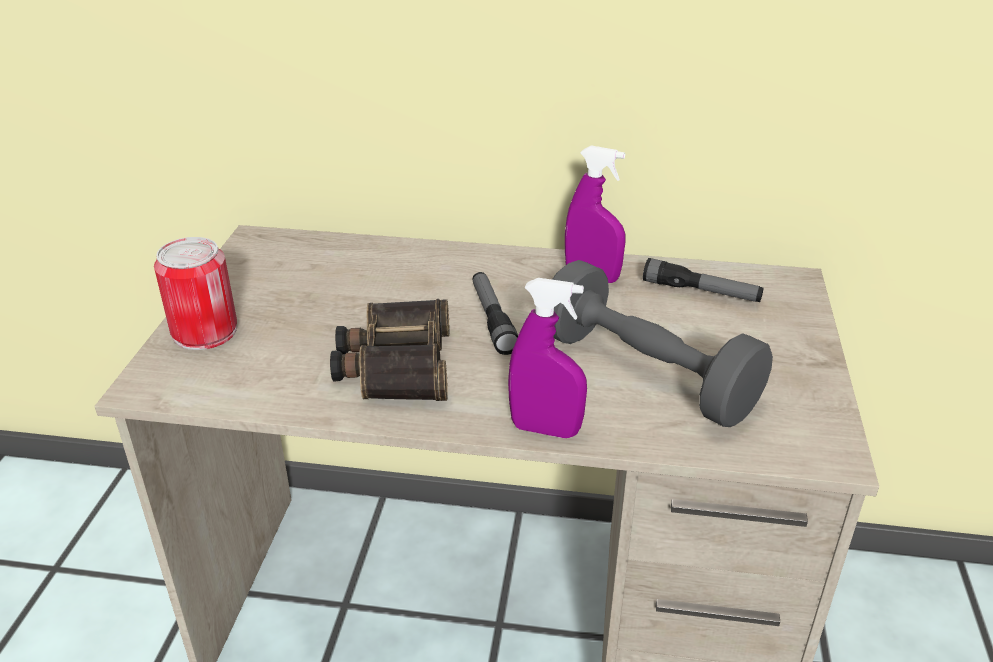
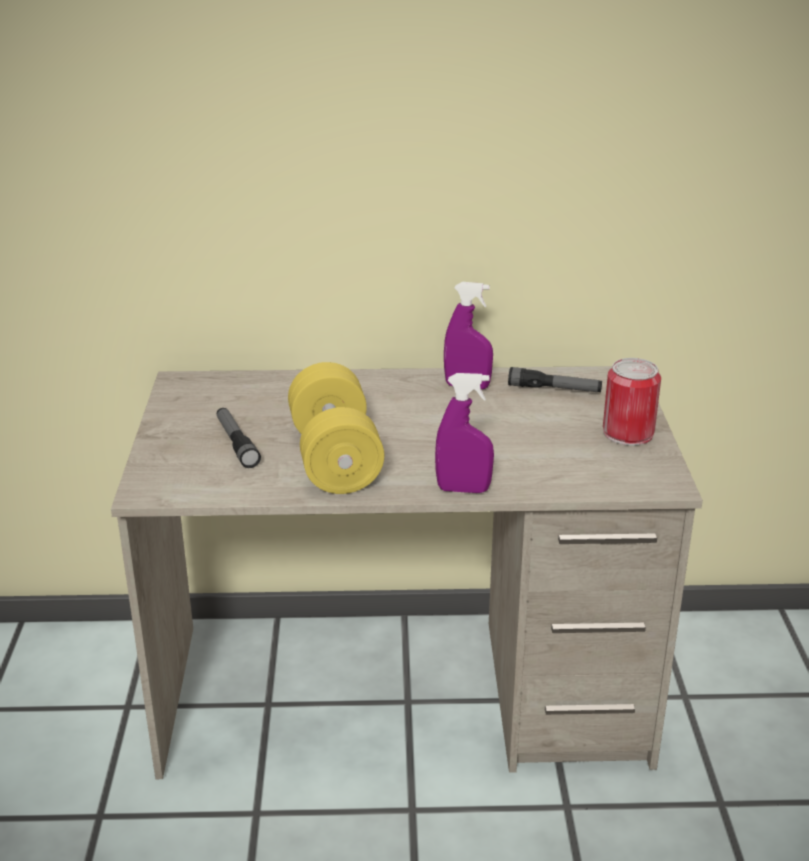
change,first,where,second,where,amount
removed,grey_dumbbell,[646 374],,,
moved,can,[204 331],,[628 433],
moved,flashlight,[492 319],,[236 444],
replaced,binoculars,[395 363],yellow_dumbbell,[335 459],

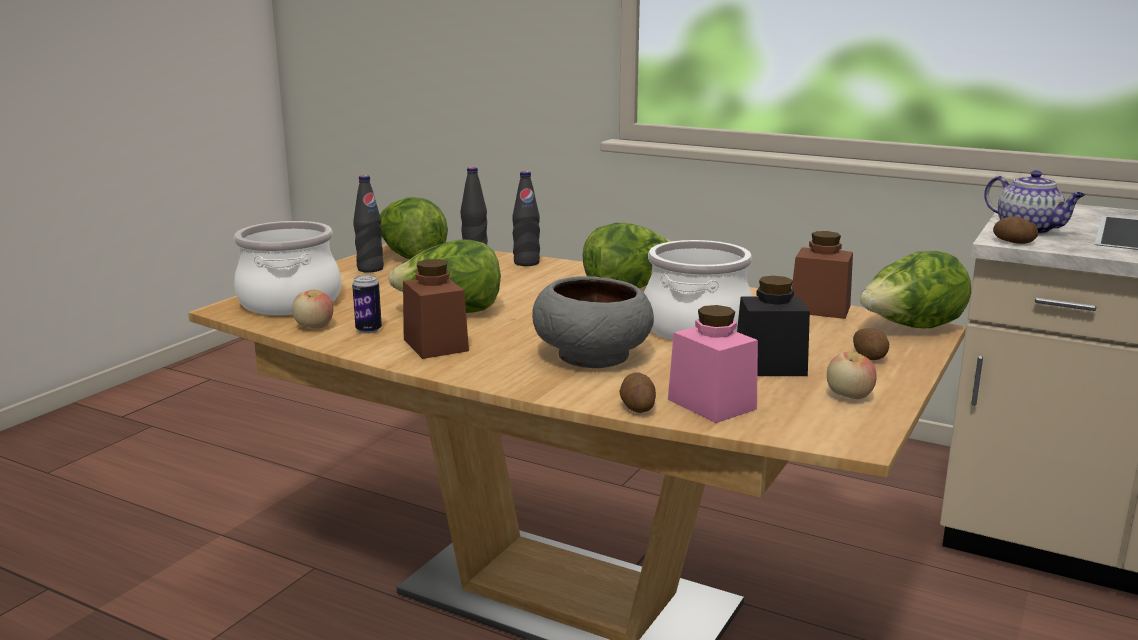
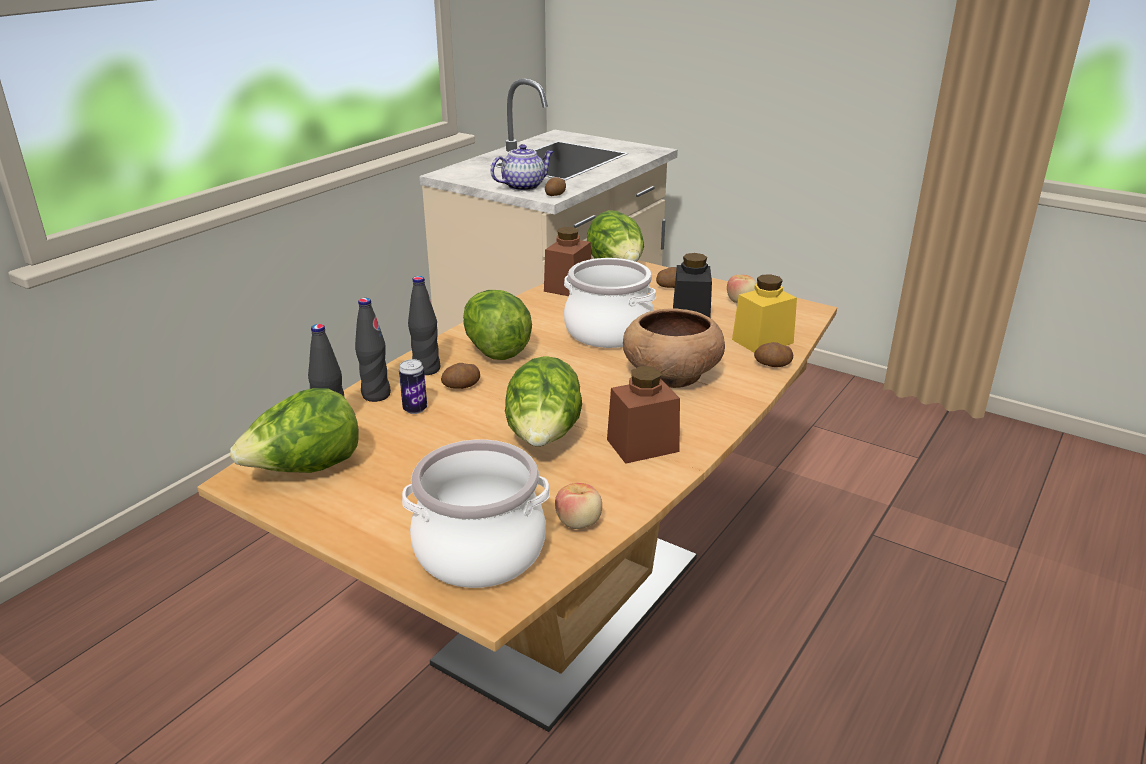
change,first,where,second,where,amount
added,,,potato,[462 386],
moved,can,[368 330],,[415 409],
moved,black_bottle,[370 269],,[426 369],
recoloured,grey_bowl,[593 356],brown_bowl,[670 374],
recoloured,pink_jar,[711 404],yellow_jar,[762 341],

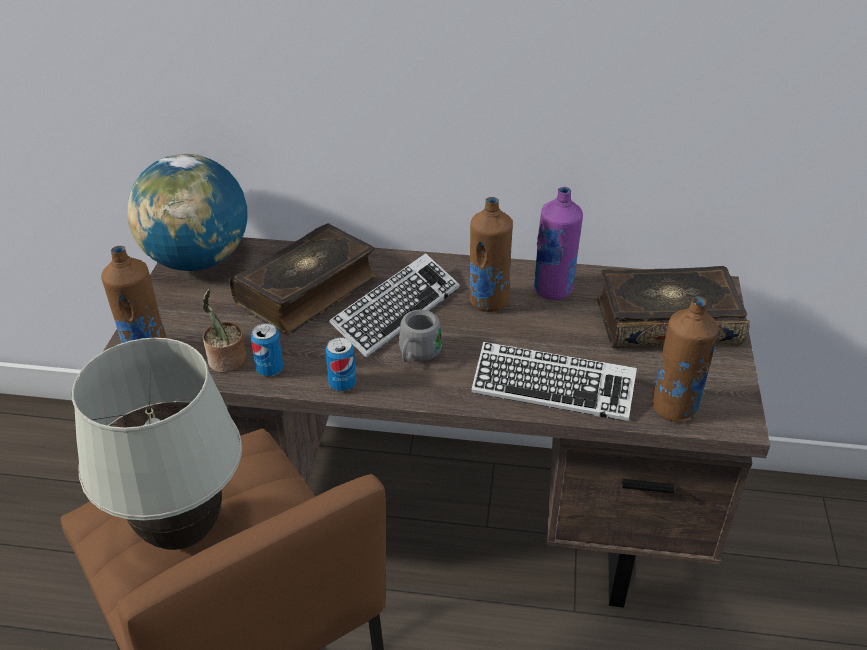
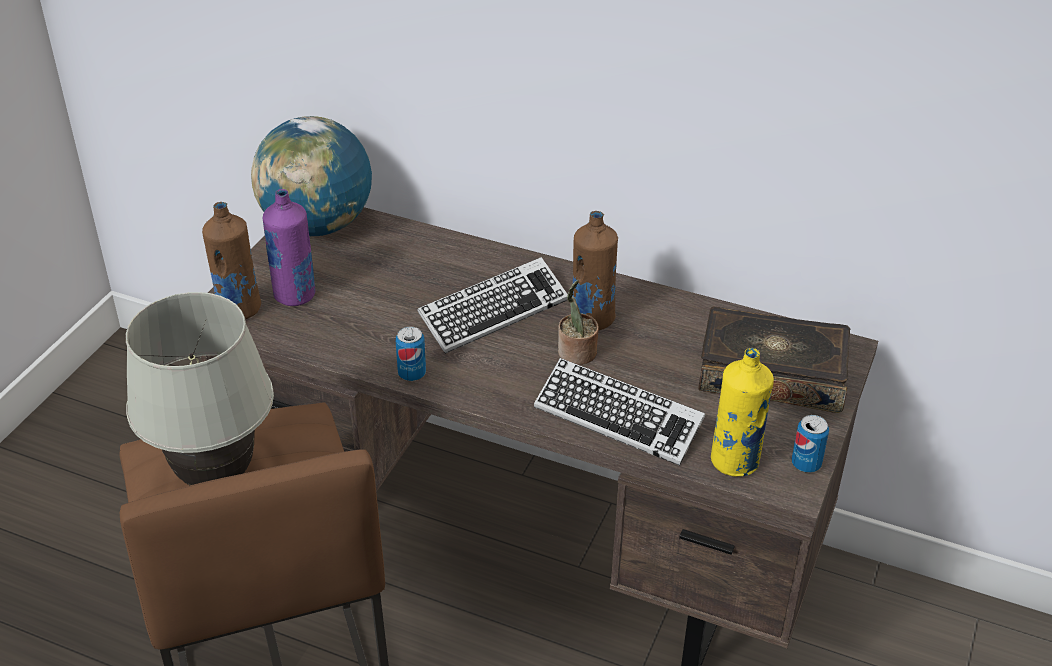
change,first,where,second,where,amount
removed,book,[308 291],,,
removed,grey_mug,[417 355],,,
moved,potted_plant,[226 362],,[576 354],
moved,can,[270 369],,[806 464],
moved,purple_bottle,[553 290],,[295 295],
recoloured,brown_bottle,[674 407],yellow_bottle,[735 461],

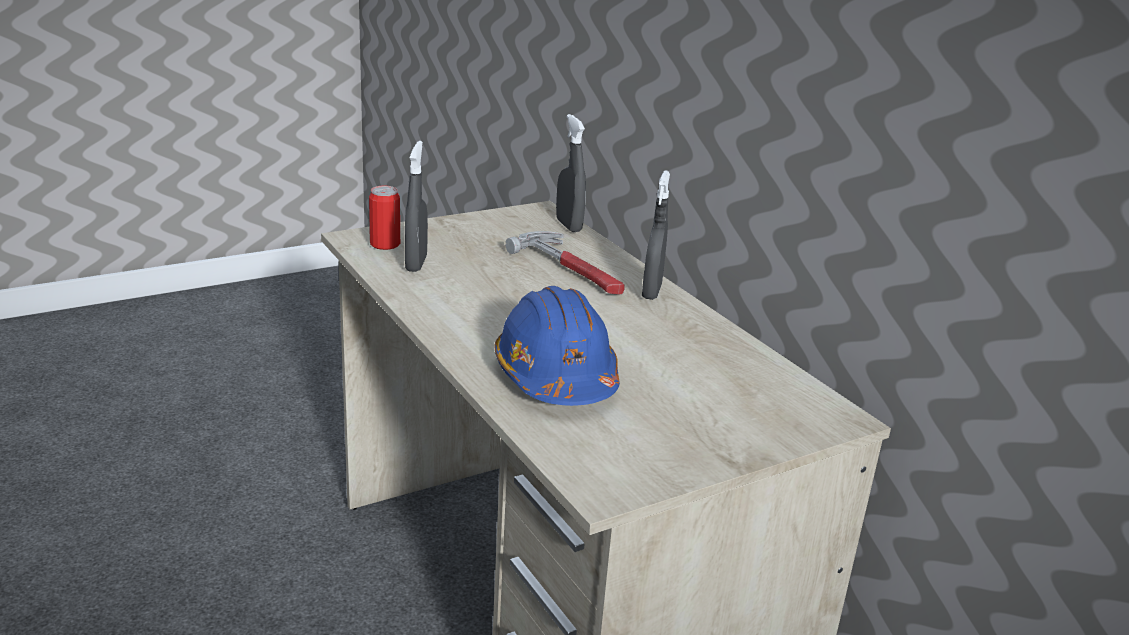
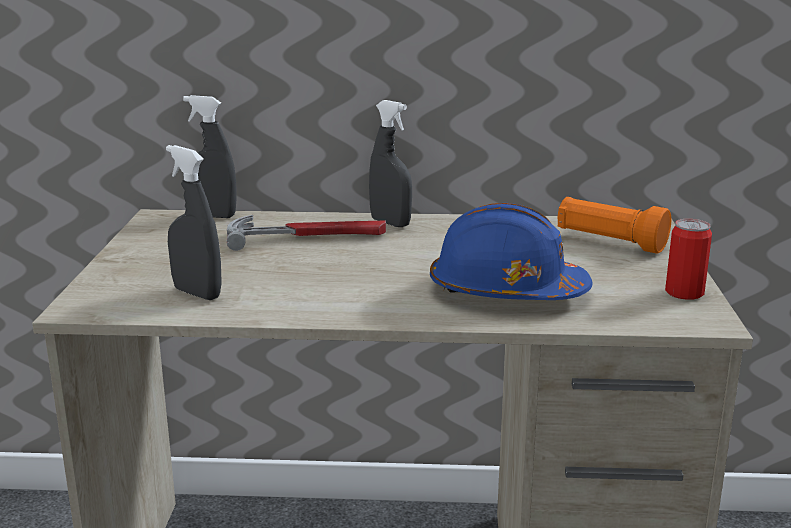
change,first,where,second,where,amount
added,,,orange_flashlight,[609 242],
moved,can,[385 244],,[684 292],

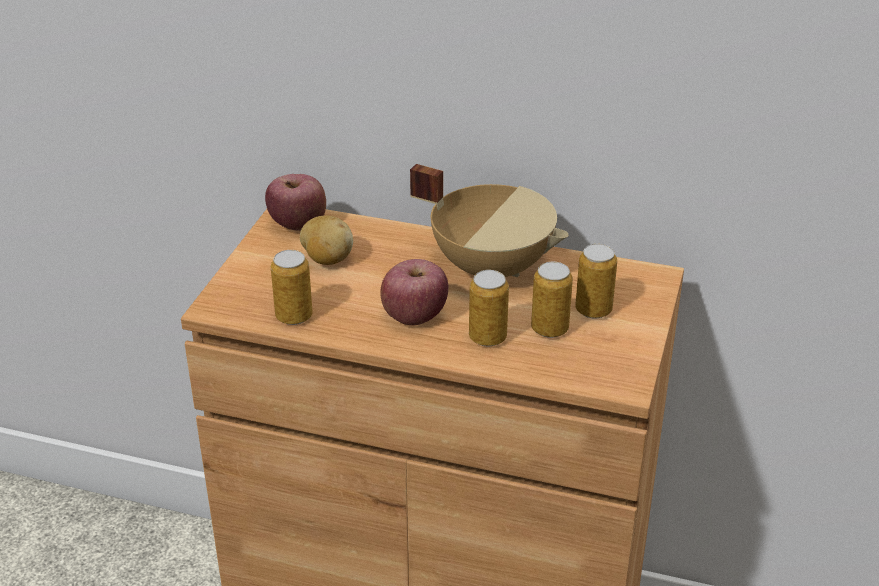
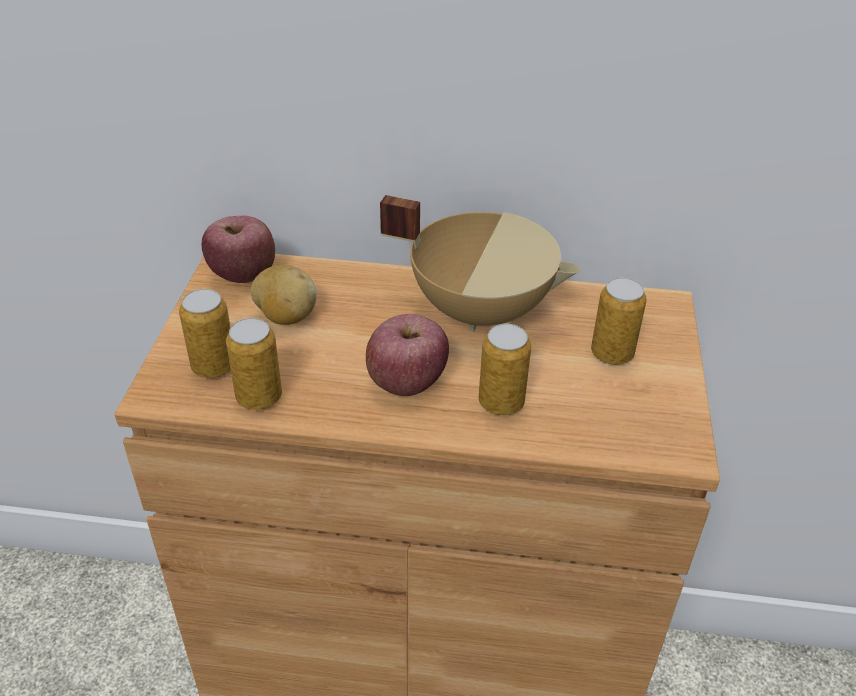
change,first,where,second,where,amount
moved,can,[549 329],,[214 366],

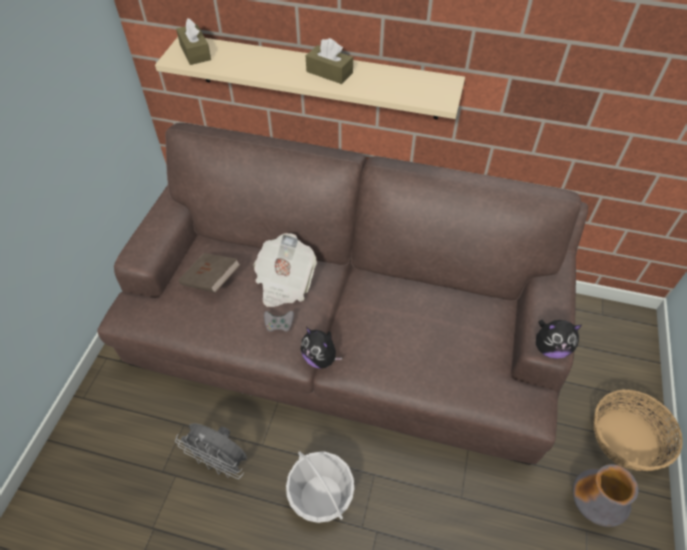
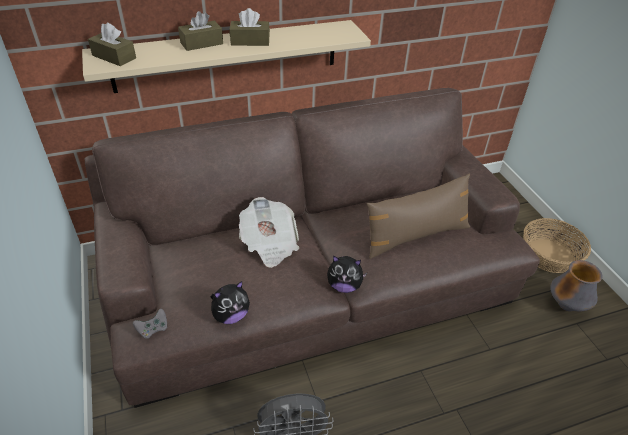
change,first,where,second,where,amount
removed,brown_book,[211 281],,,
removed,basket,[321 496],,,
added,,,brown_tissue_box,[201 43],
added,,,brown_pillow,[415 236],
moved,grey_game_controller,[279 325],,[153 329],
moved,plush_toy,[550 348],,[231 315],

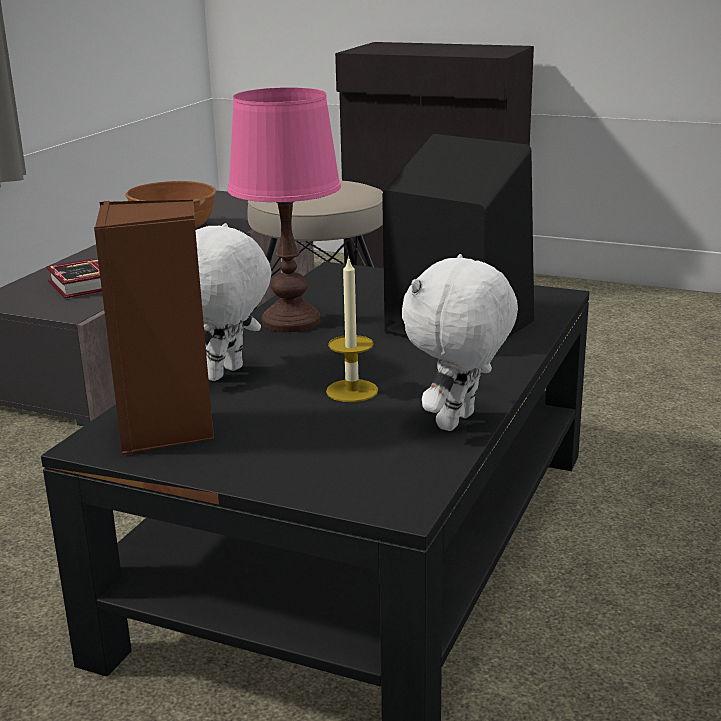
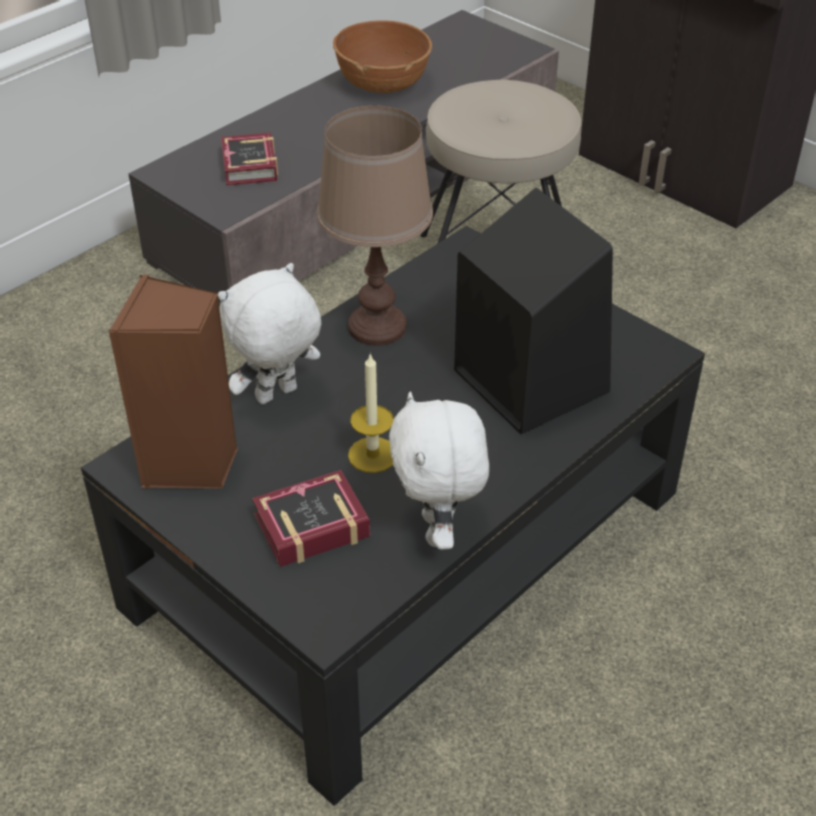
change,first,where,second,where,amount
added,,,book,[306 525],
recoloured,pink_table_lamp,[290 322],brown_table_lamp,[376 327],
turned,white_plush_toy,[458 422],,[438 530],60 degrees counterclockwise

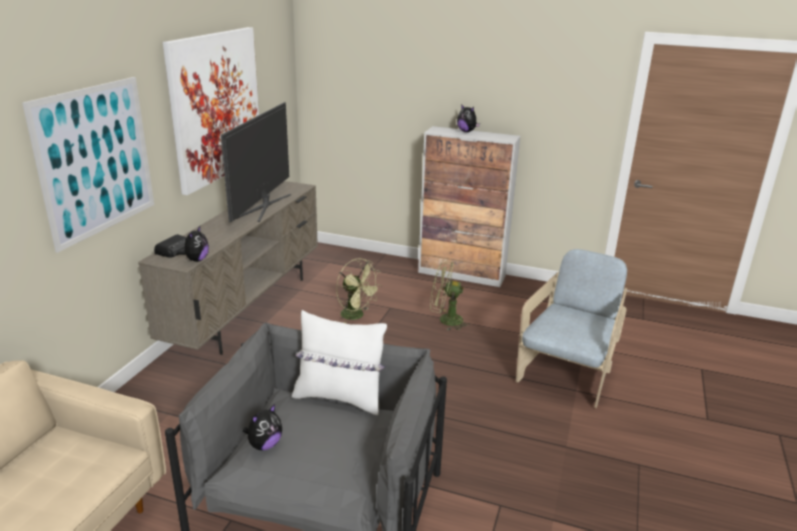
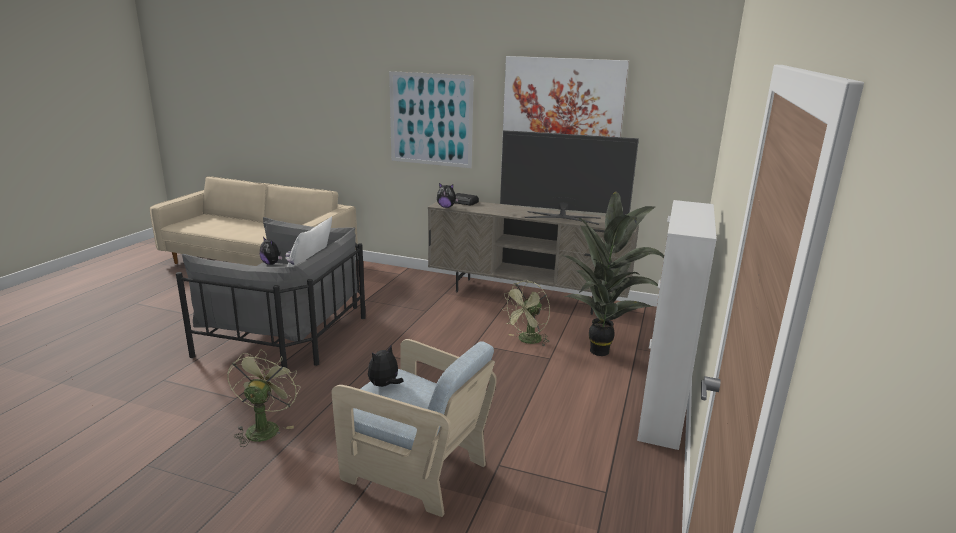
change,first,where,second,where,amount
added,,,potted_plant,[602 350],
moved,green_fan,[445 320],,[264 427],
moved,plush_toy,[466 131],,[384 385],

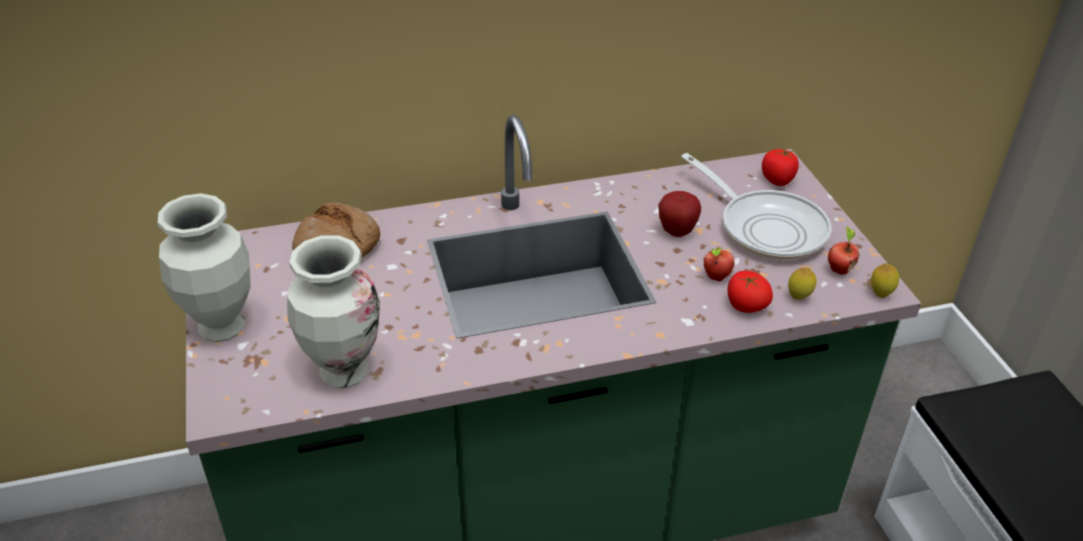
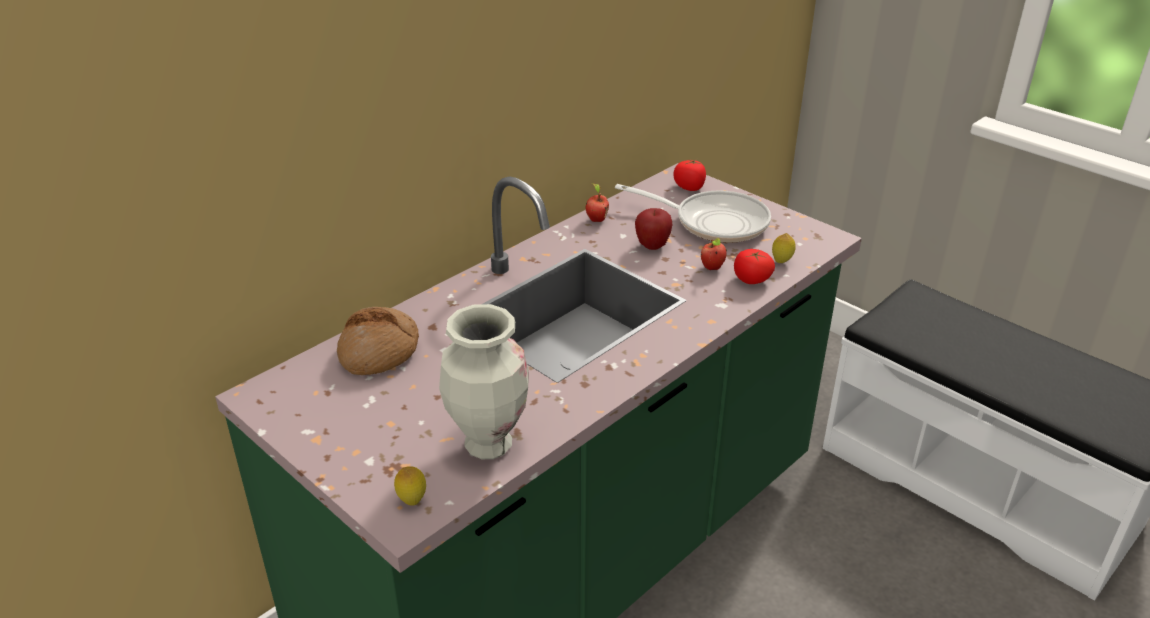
change,first,where,second,where,amount
removed,vase,[221 328],,,
moved,apple,[839 269],,[596 219],
moved,lemon,[880 294],,[412 500],

